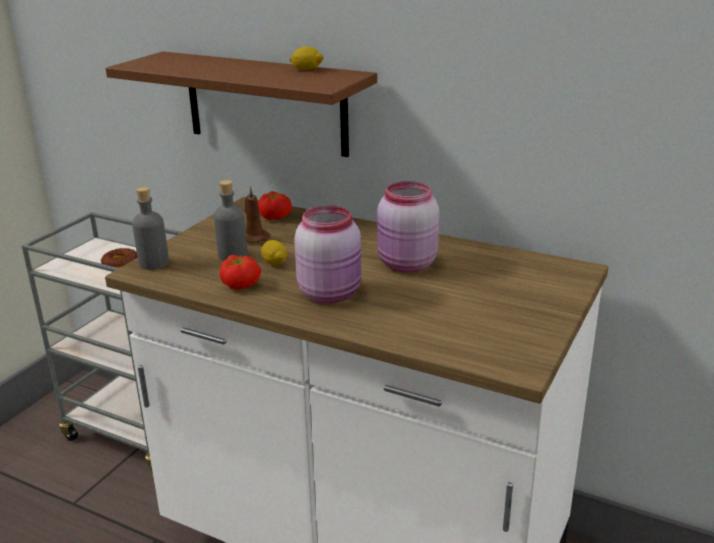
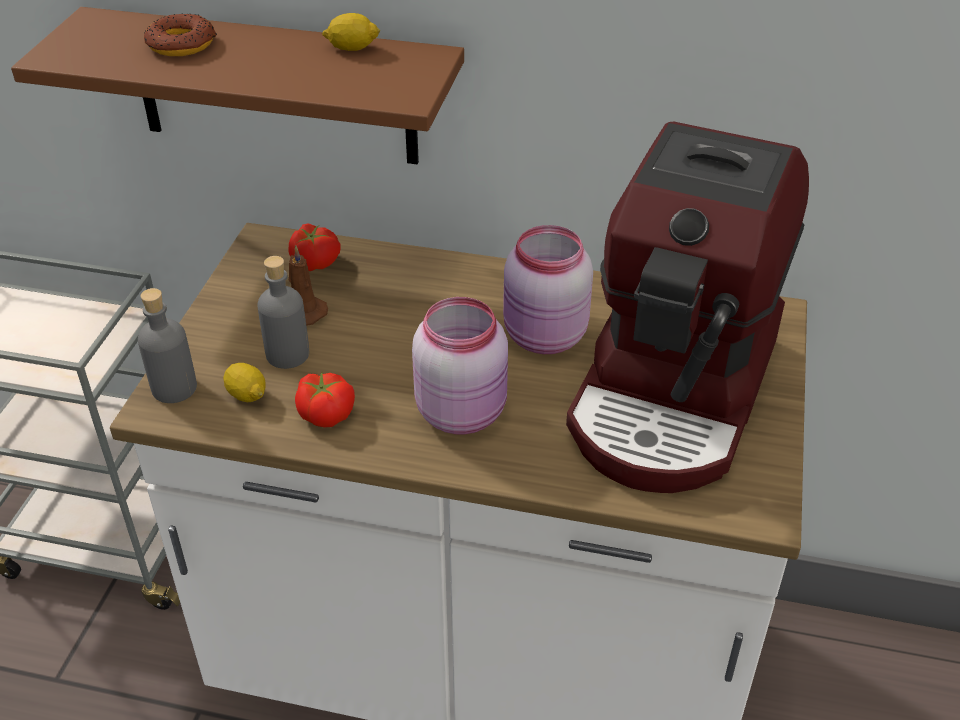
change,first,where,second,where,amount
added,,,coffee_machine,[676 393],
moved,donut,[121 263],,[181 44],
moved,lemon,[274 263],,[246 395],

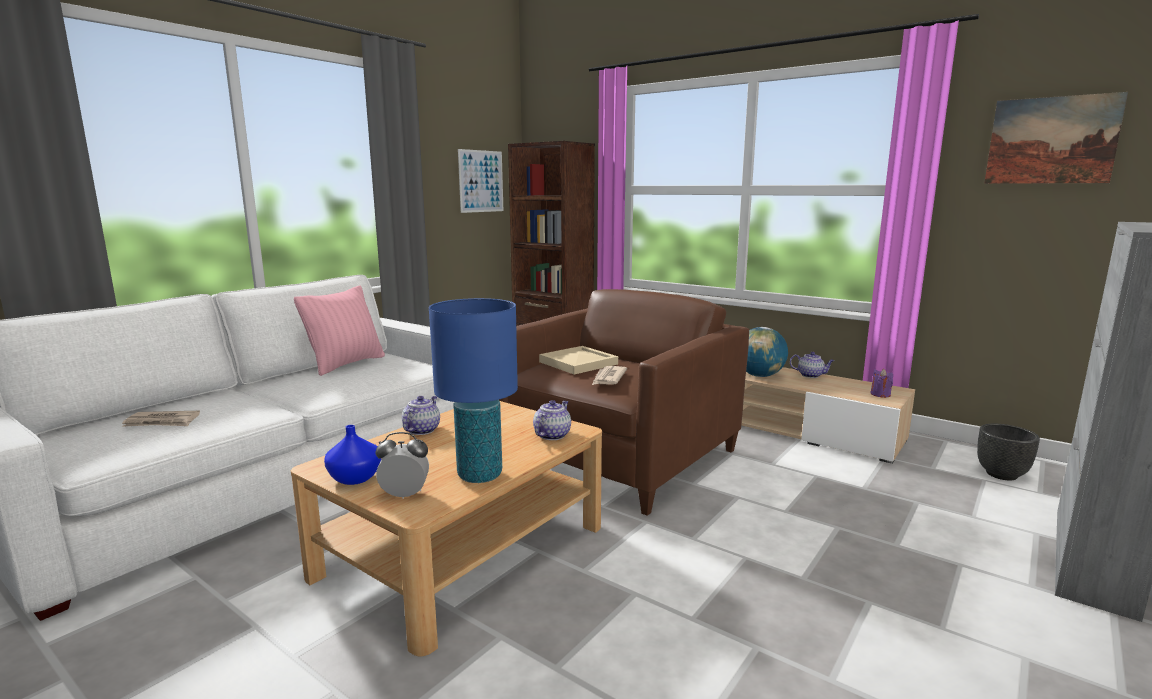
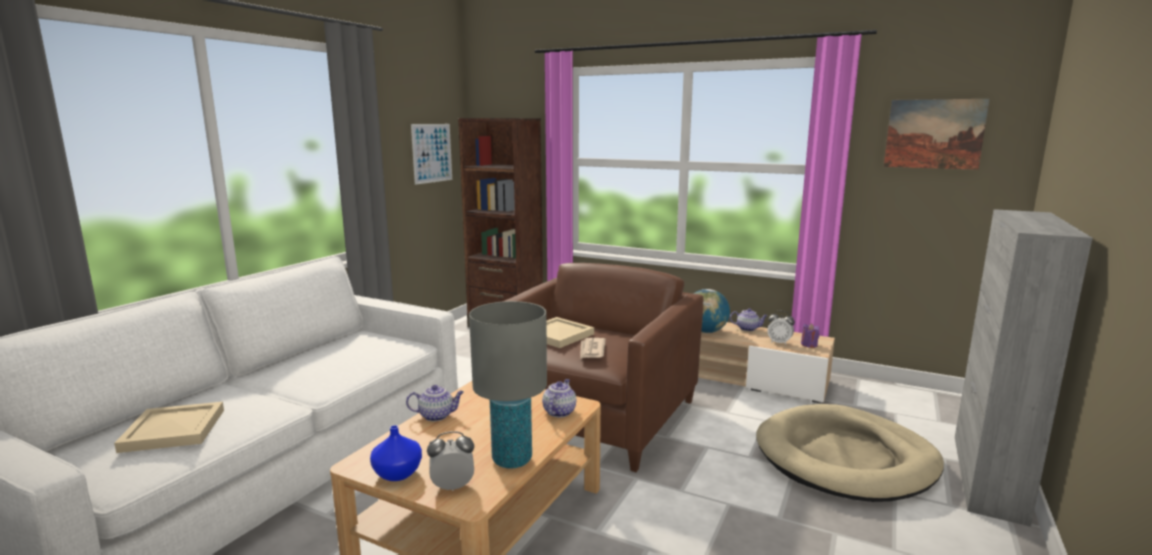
change,first,where,second,where,amount
removed,pink_pillow,[346 364],,,
removed,black_planter,[1002 475],,,
added,,,beige_dog_bed,[845 458],
added,,,alarm_clock,[779 342],
replaced,newspaper,[162 422],beige_tray,[175 429],
recoloured,blue_table_lamp,[479 475],grey_table_lamp,[511 459],
turned,teapot,[422 430],,[437 416],75 degrees clockwise

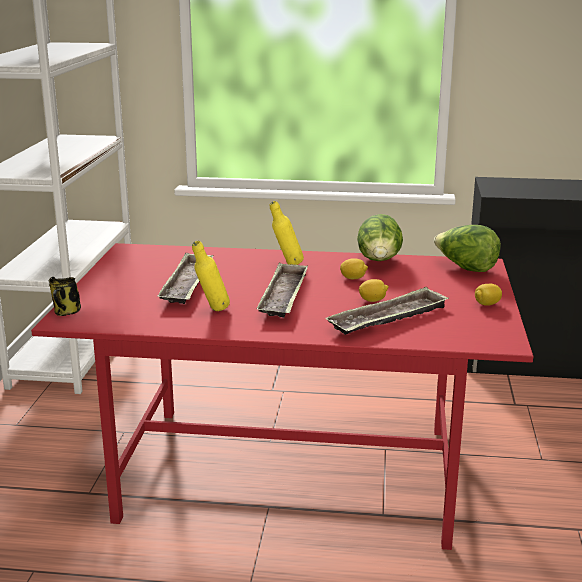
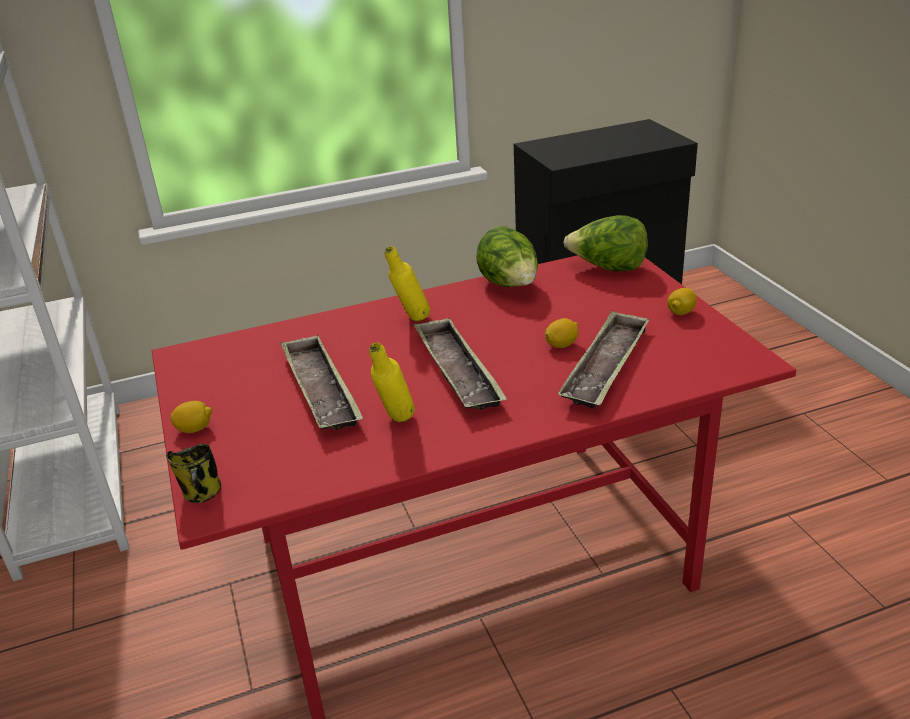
change,first,where,second,where,amount
moved,lemon,[353 278],,[195 429],

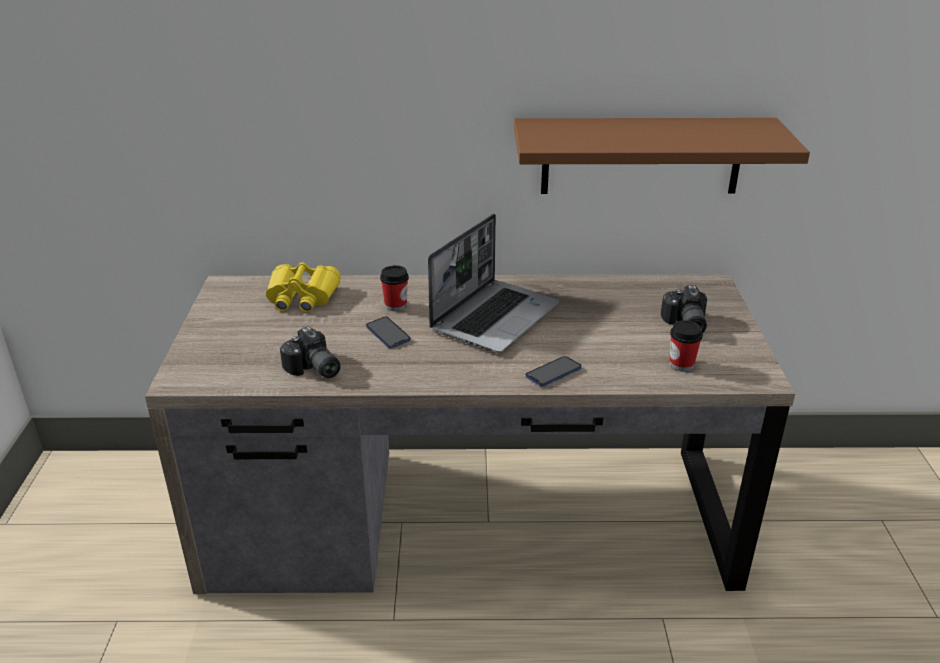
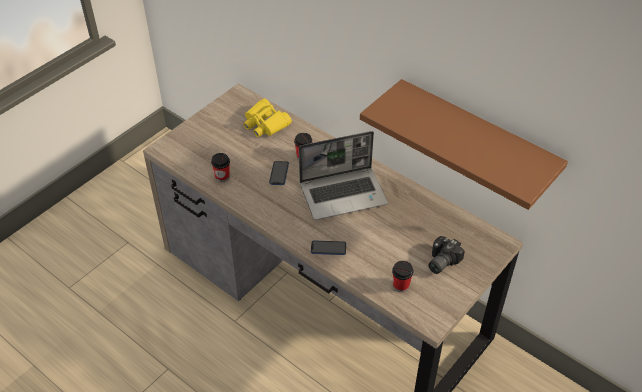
change,first,where,second,where,amount
replaced,photo_camera,[313 370],cup,[222 177],

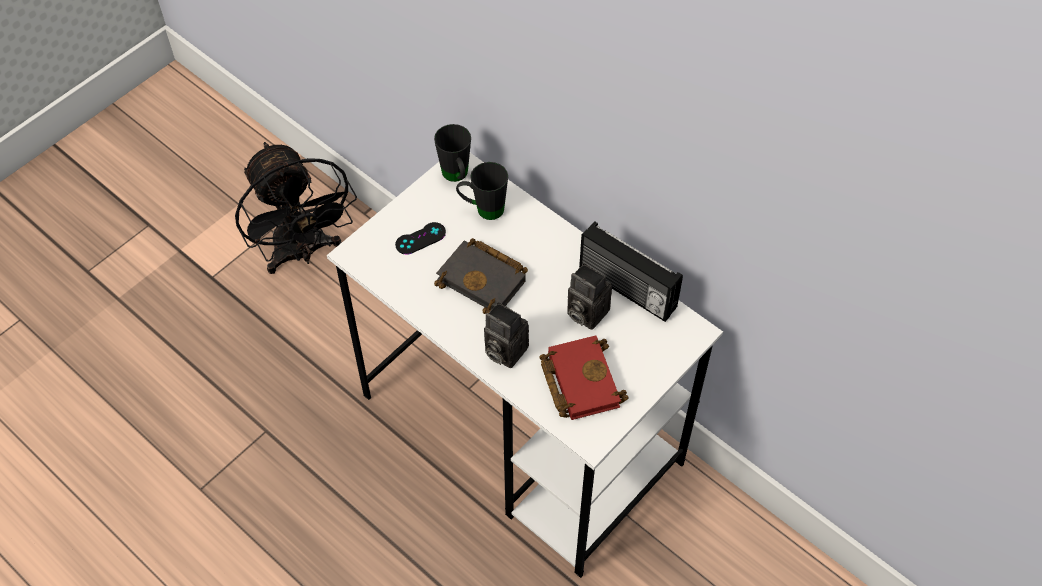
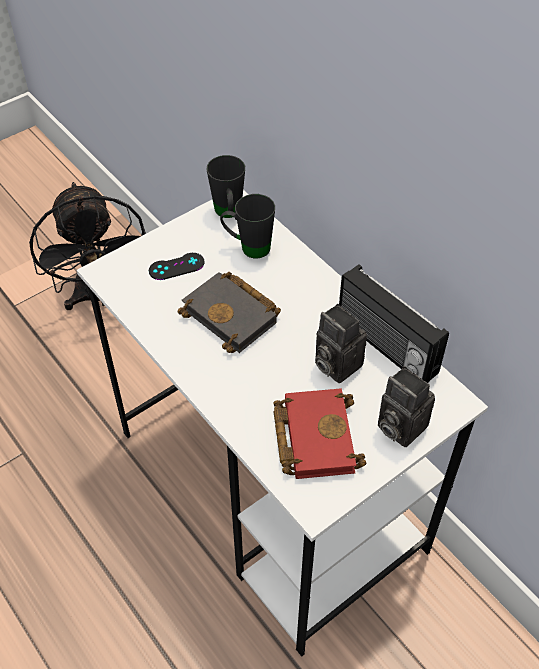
change,first,where,second,where,amount
moved,photo_camera,[503 350],,[398 426],

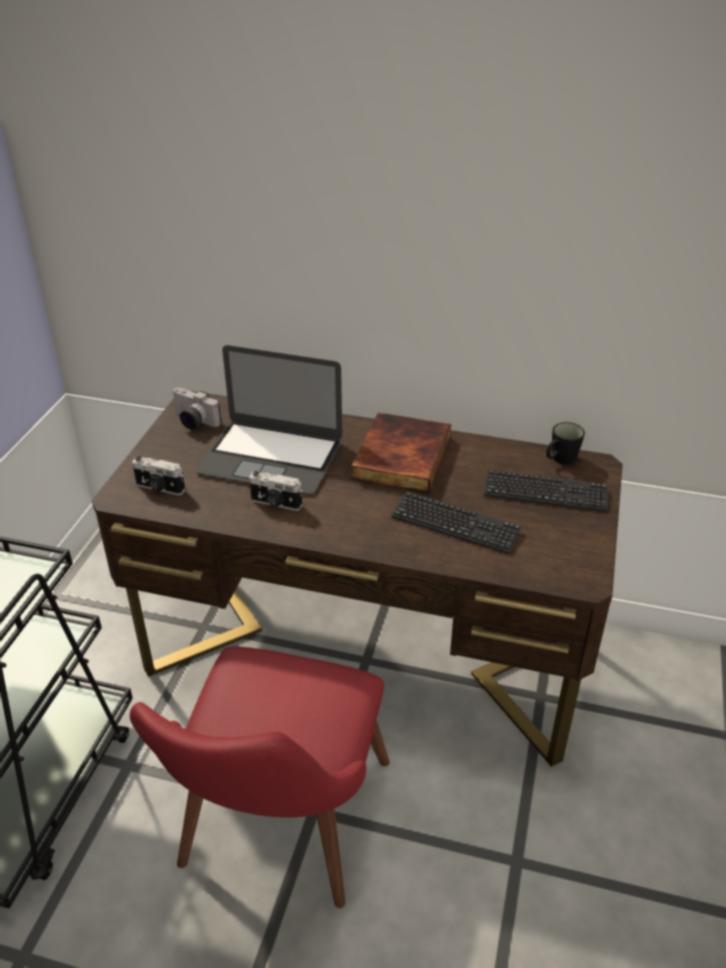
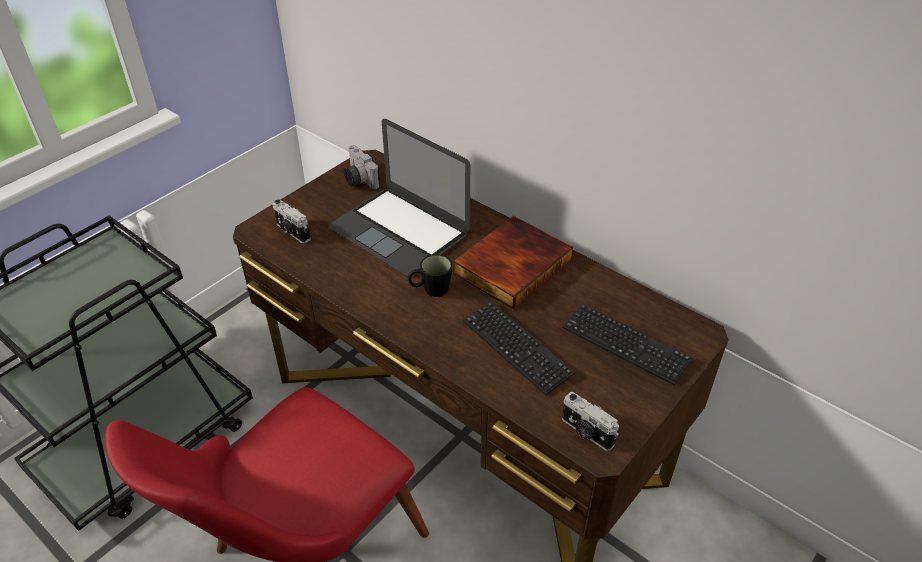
change,first,where,second,where,amount
moved,photo_camera,[276 503],,[586 432],
moved,black_mug,[560 459],,[430 290],

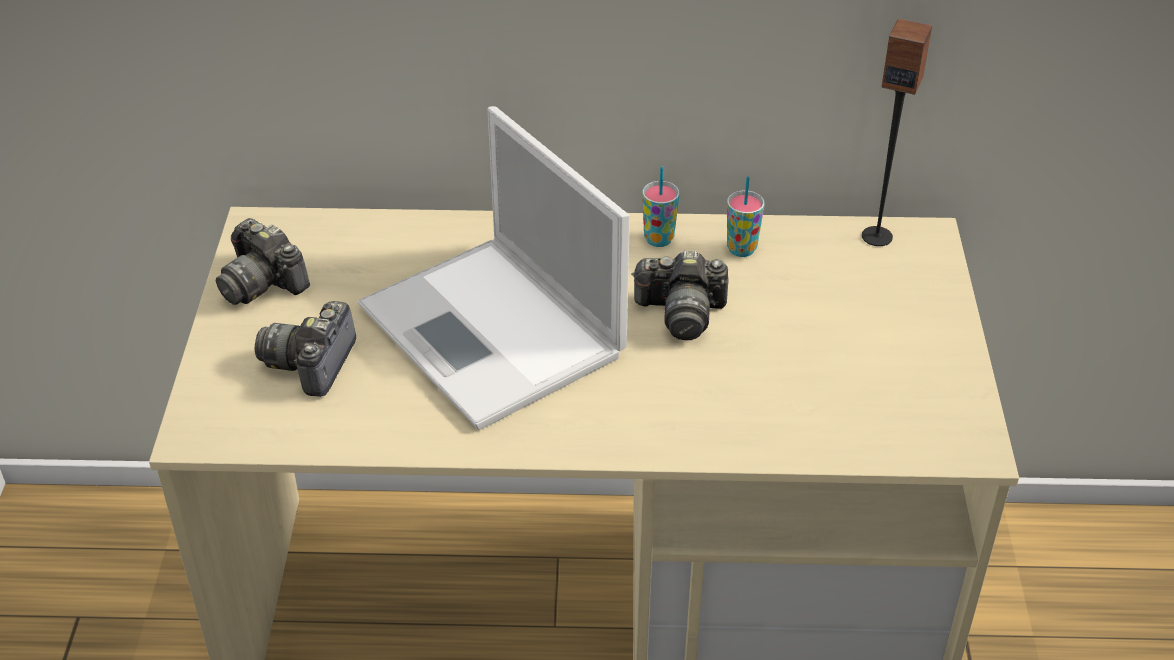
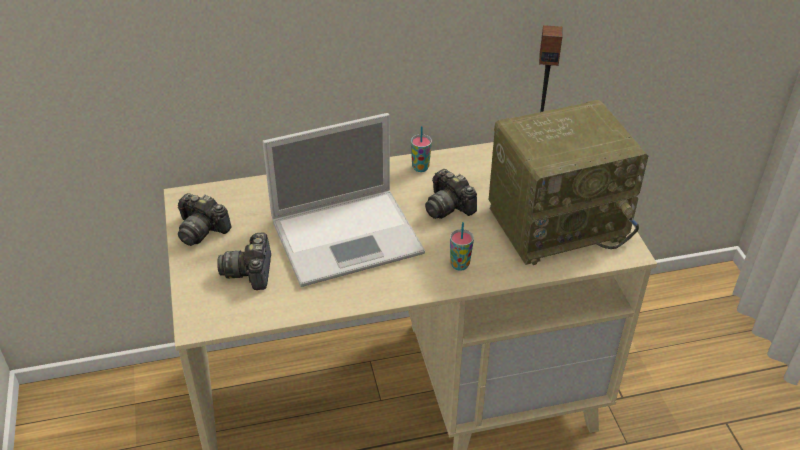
change,first,where,second,where,amount
added,,,radio,[558 221],
moved,cup,[741 249],,[460 265],
turned,laptop,[495 333],,[349 235],60 degrees counterclockwise
turned,photo_camera,[681 313],,[448 206],60 degrees clockwise

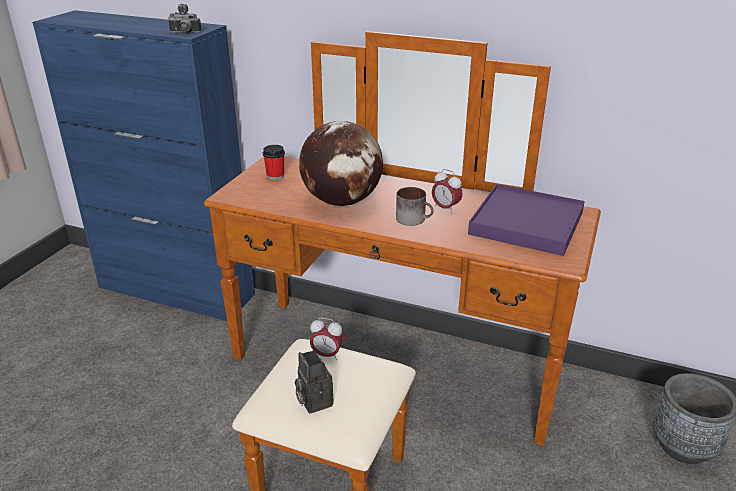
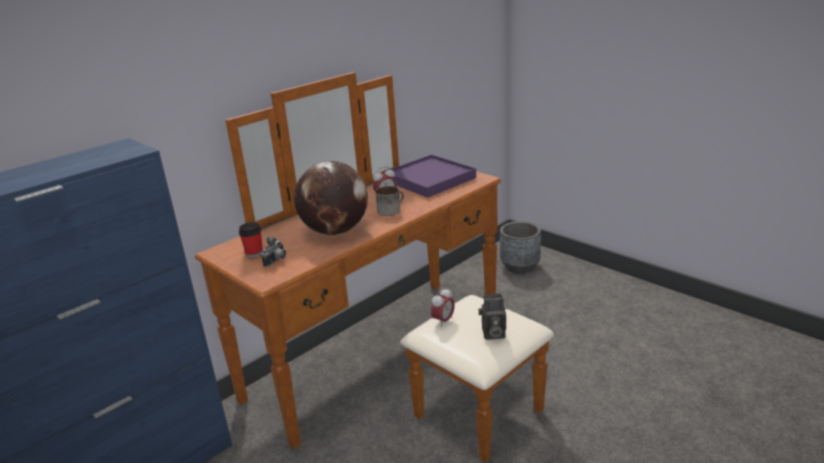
change,first,where,second,where,amount
moved,photo_camera,[185 33],,[276 261],

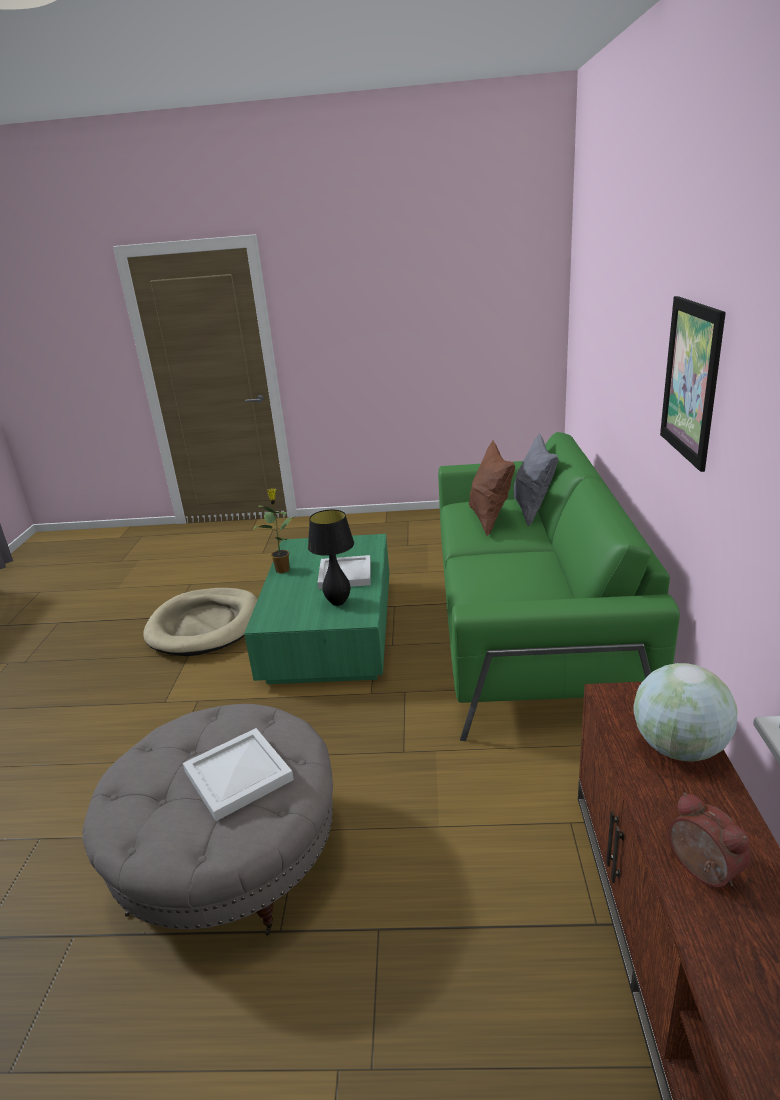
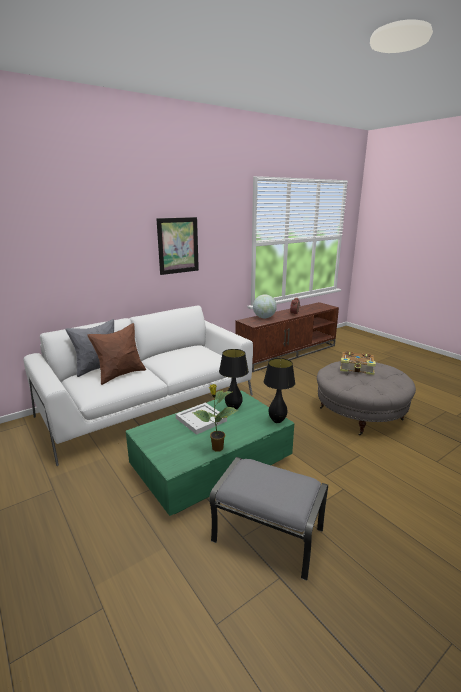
change,first,where,second,where,amount
added,,,black_table_lamp,[277 421],
replaced,beige_dog_bed,[205 625],grey_ottoman,[266 536],
replaced,white_tray,[237 777],book,[357 368],
recoloured,green_sofa,[529 619],white_sofa,[149 405],

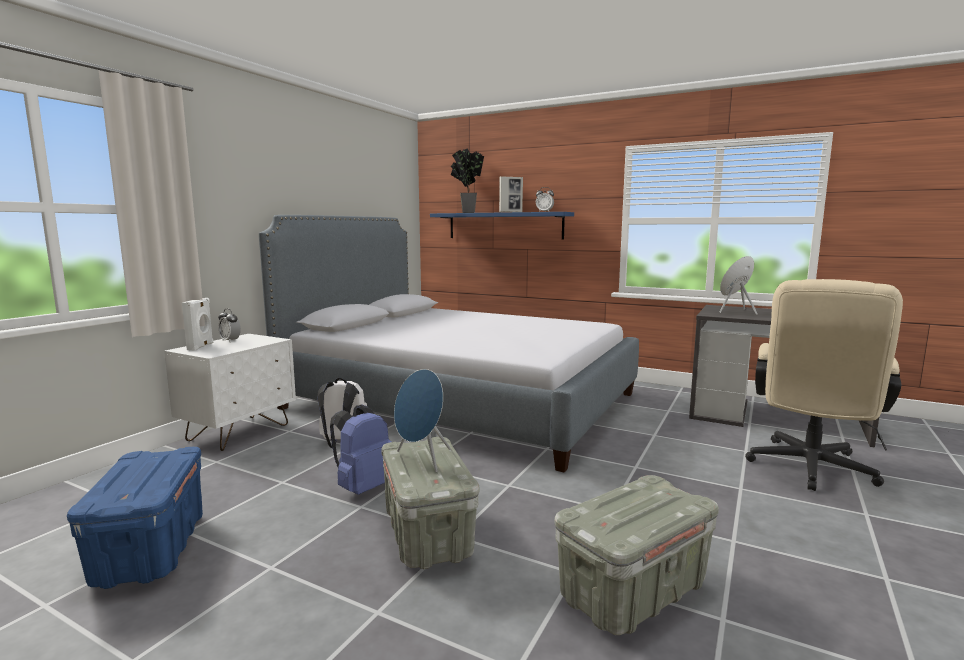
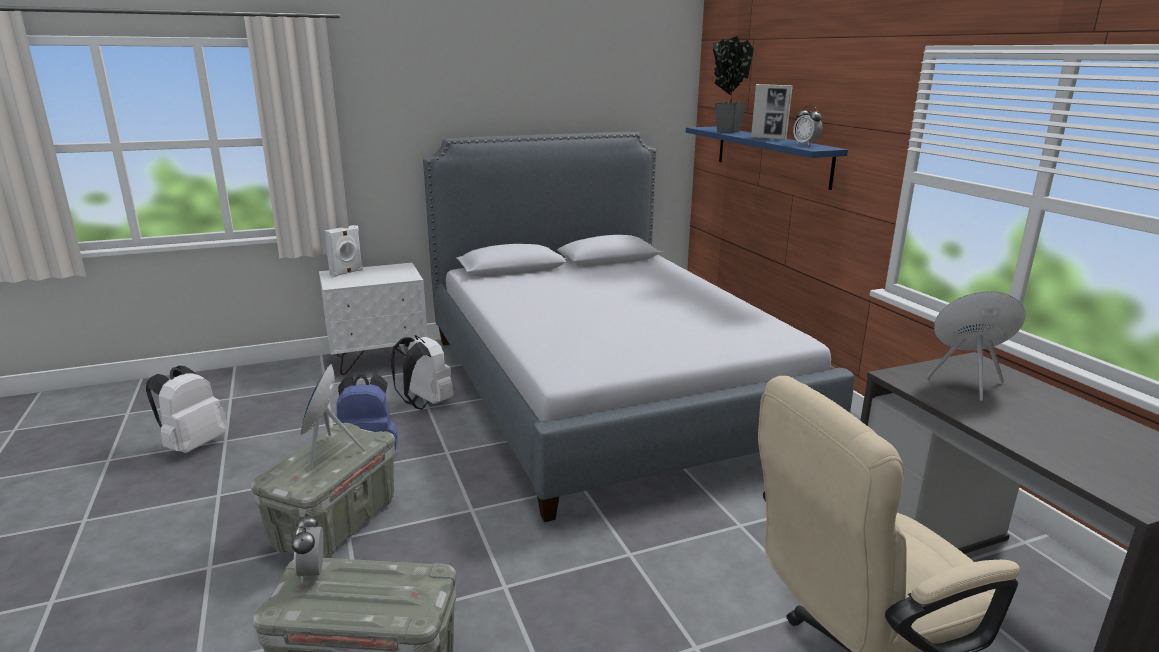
change,first,where,second,where,amount
moved,alarm_clock,[230 341],,[312 572],
replaced,blue_storage_box,[151 549],white_backpack,[193 445],

